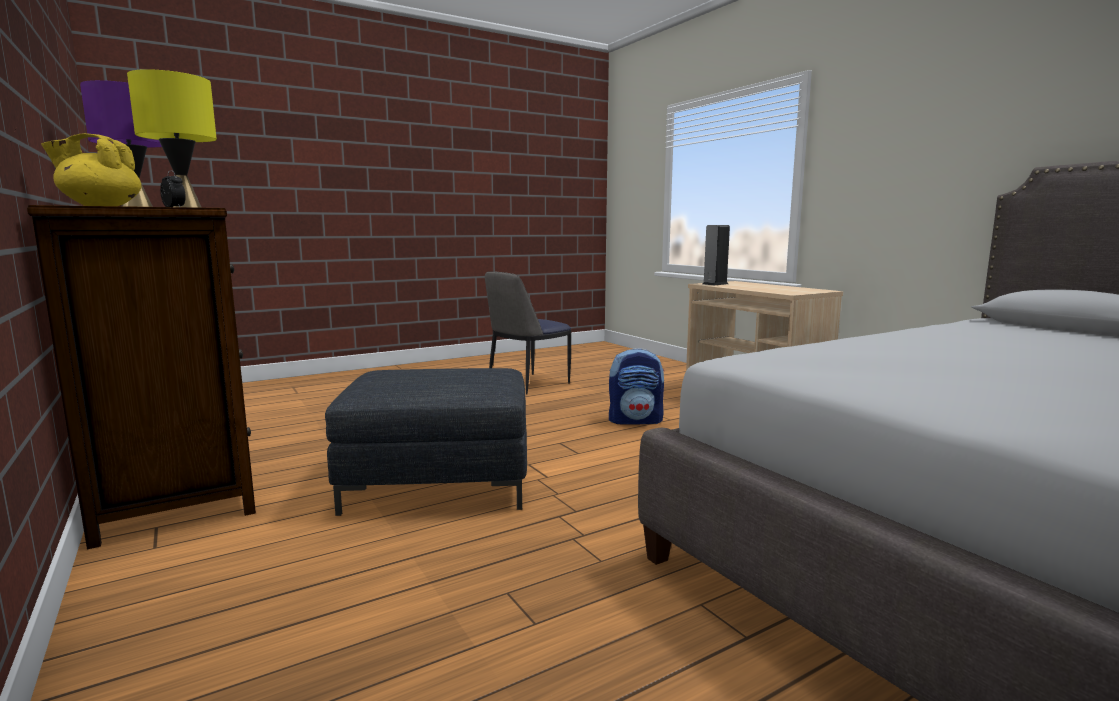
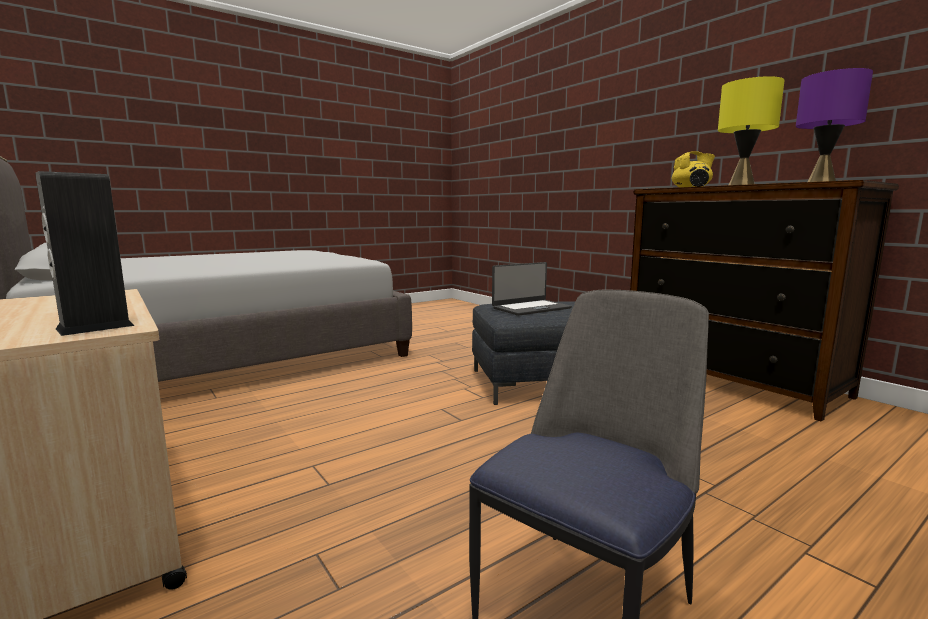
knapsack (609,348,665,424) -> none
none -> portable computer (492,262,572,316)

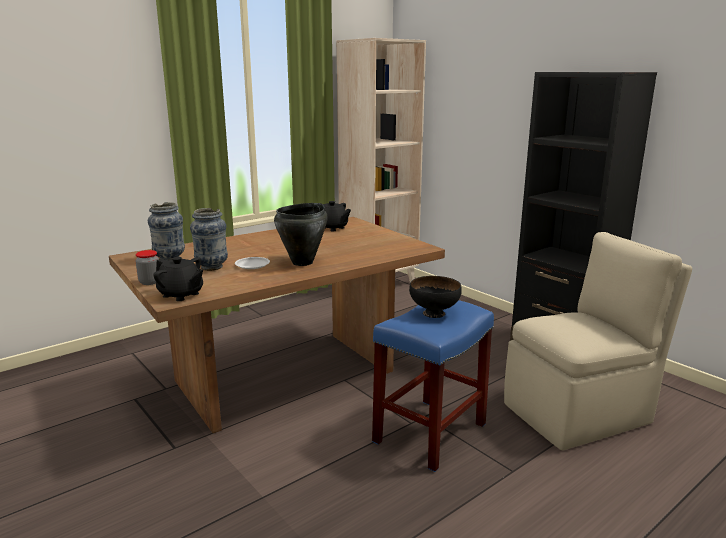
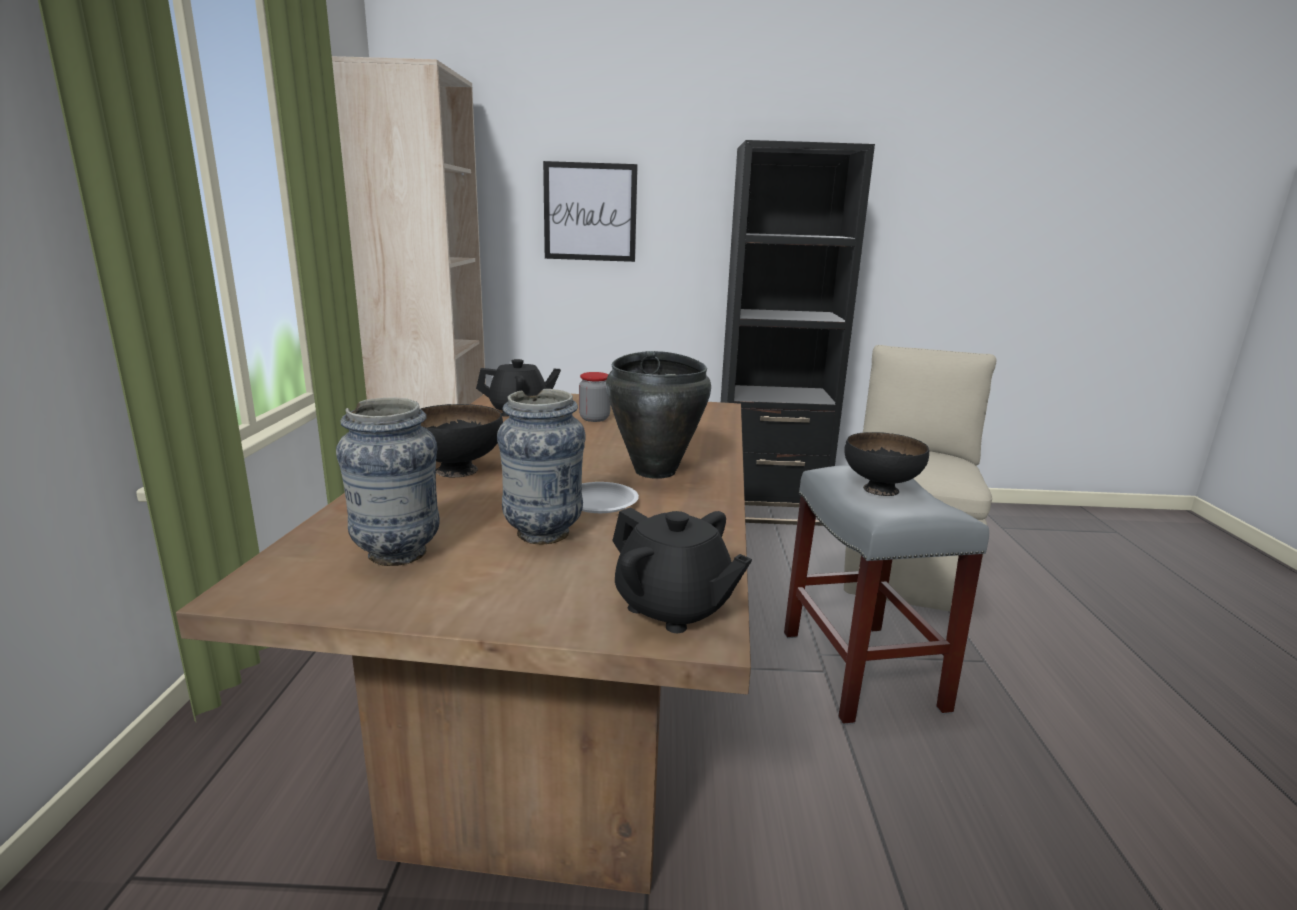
none -> deep dish/black-coloured (421,404,503,477)
none -> wall art (543,161,638,262)
storage jar (135,250,159,285) -> storage jar (579,372,610,422), relocated
stool/blue-coloured (372,300,494,472) -> stool/greyish (784,465,989,725)
pot for tea/black-coloured (153,257,203,301) -> pot for tea/black-coloured (612,507,752,633), 60 degrees clockwise

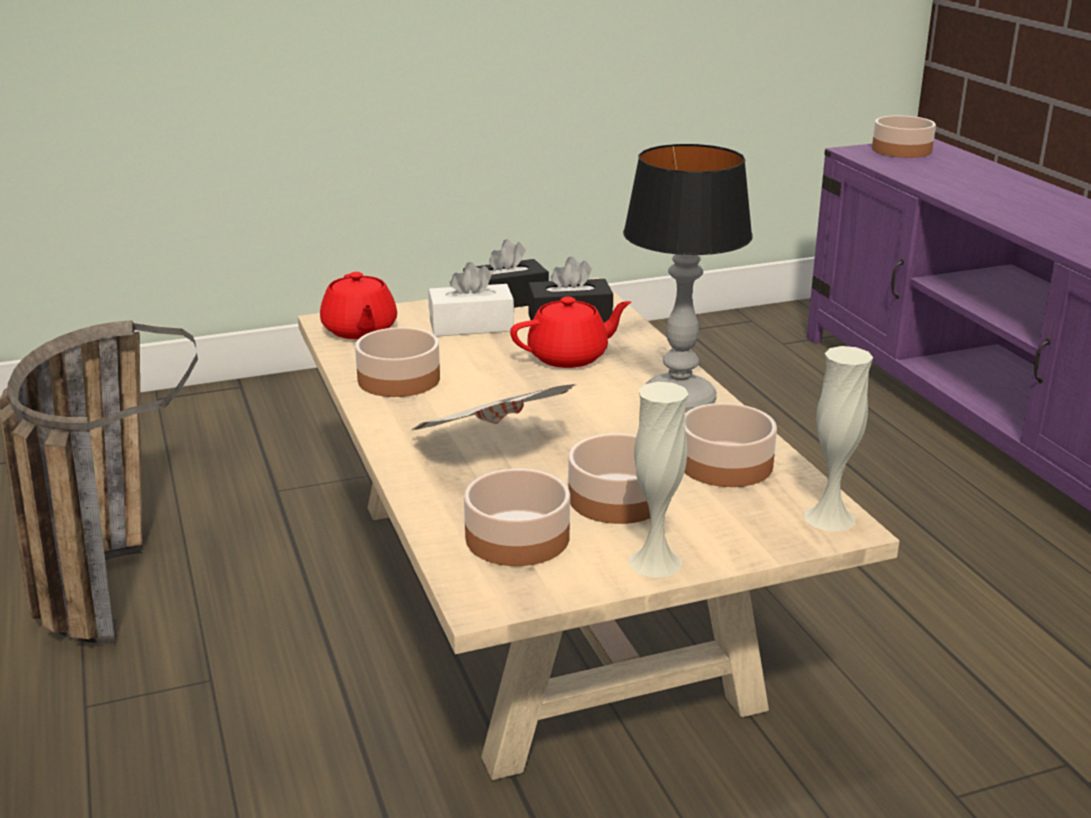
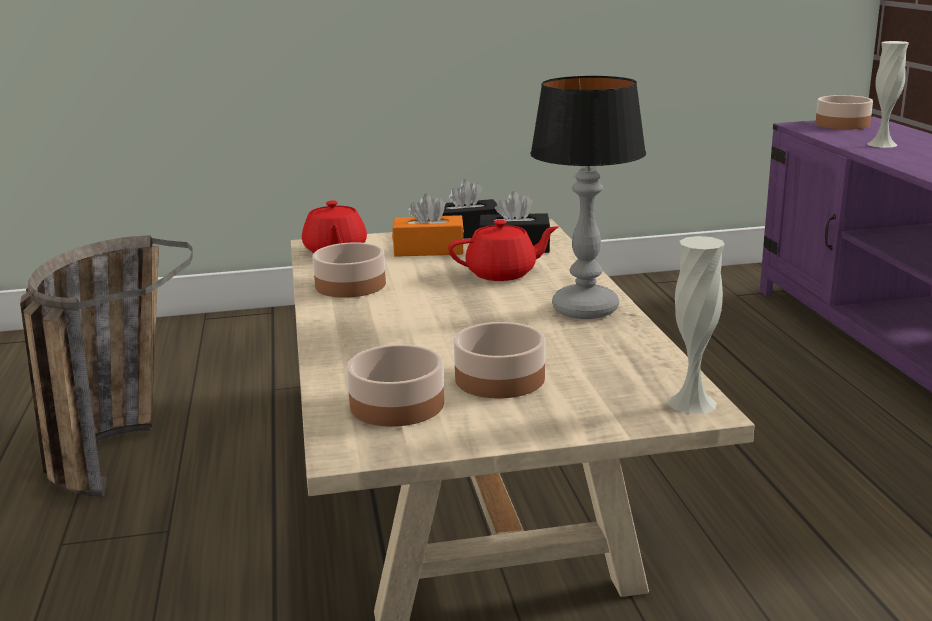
newspaper (410,384,576,431) -> none
deep dish (684,403,777,487) -> none
vase/white (629,382,689,578) -> vase/white (867,41,909,148), relocated
tissue box/white (428,262,514,337) -> tissue box/orange (392,193,464,257)

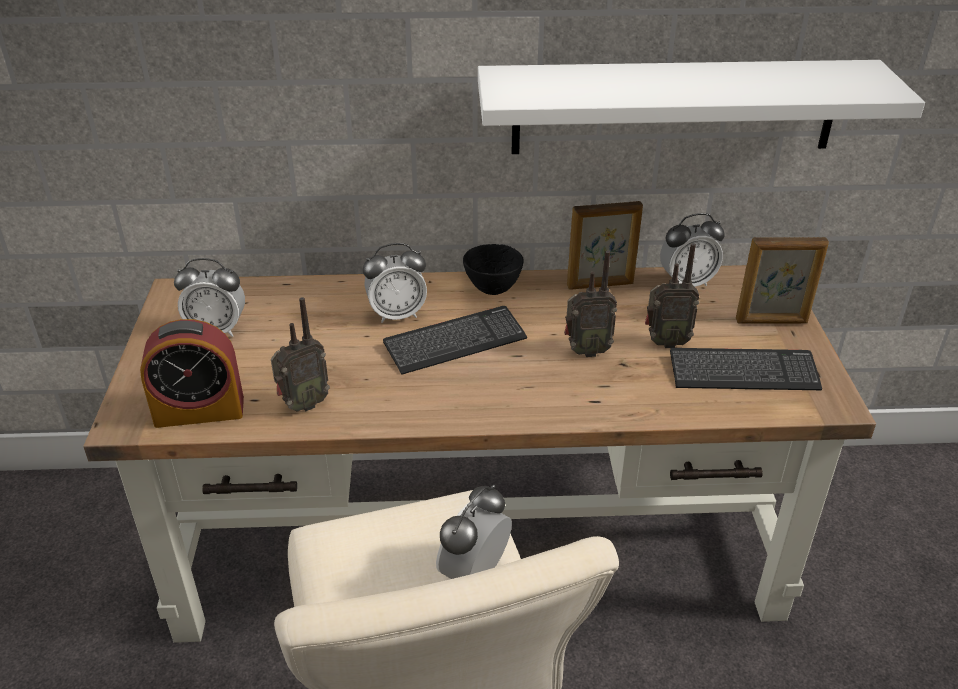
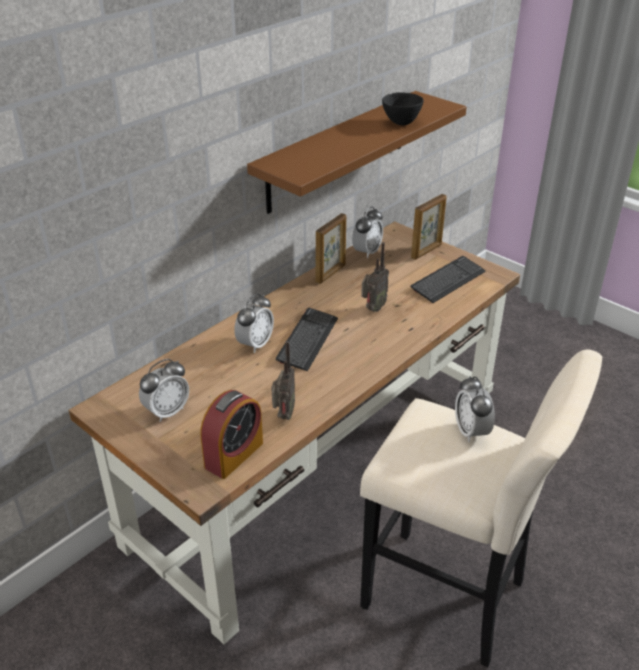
radio receiver (645,243,699,348) -> none
deep dish/black-coloured (463,244,524,295) -> deep dish/black-coloured (382,92,424,125), relocated
shelf/white (478,60,925,154) -> shelf/brown-coloured (247,91,467,214)

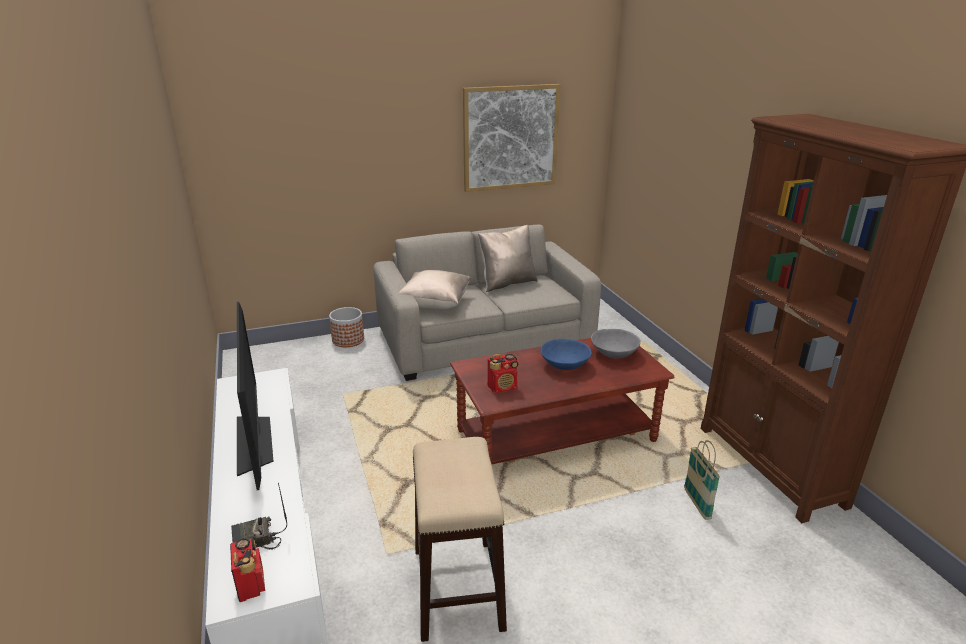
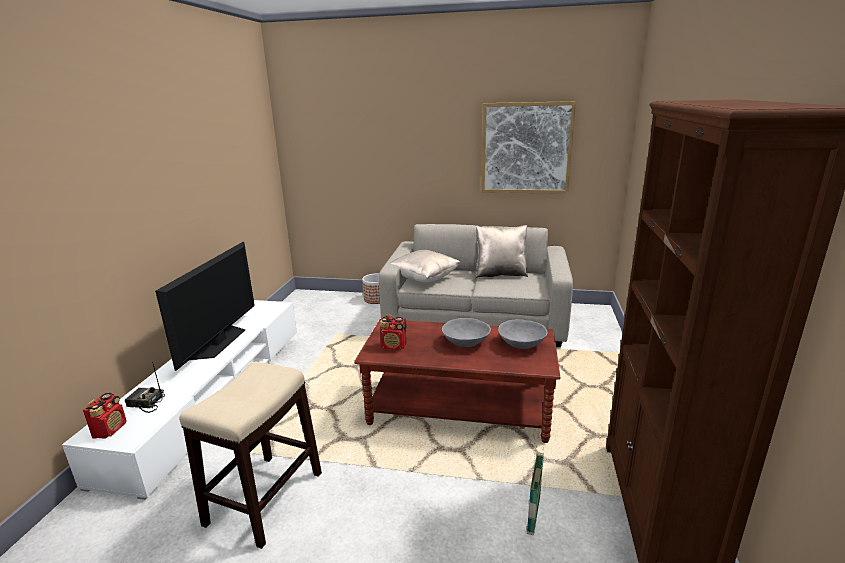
deep dish/blue-coloured (541,339,592,370) -> deep dish/greyish (442,318,491,347)

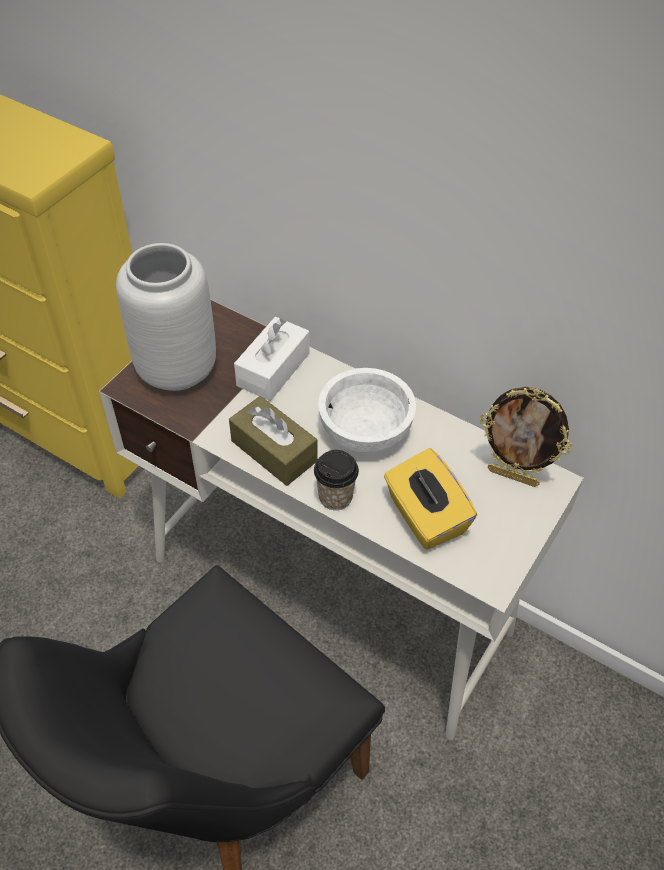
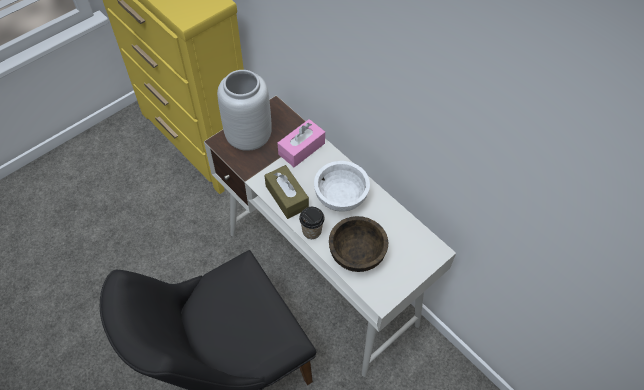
standing frame (480,387,572,487) -> none
tissue box/yellowish (384,448,477,549) -> deep dish/brown-coloured (329,216,388,272)
tissue box/white (234,317,310,401) -> tissue box/pinkish (278,119,325,167)

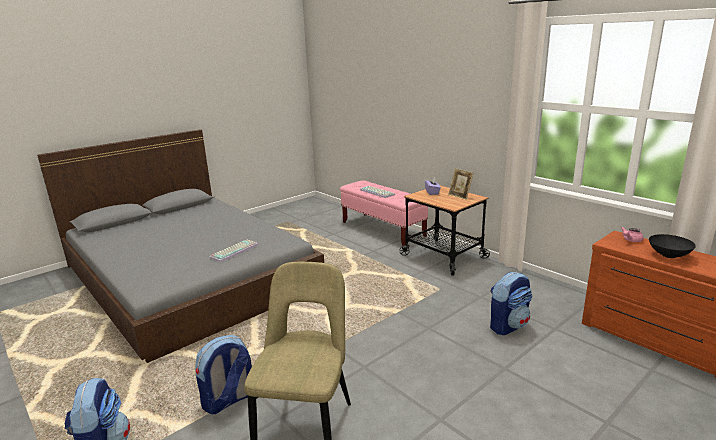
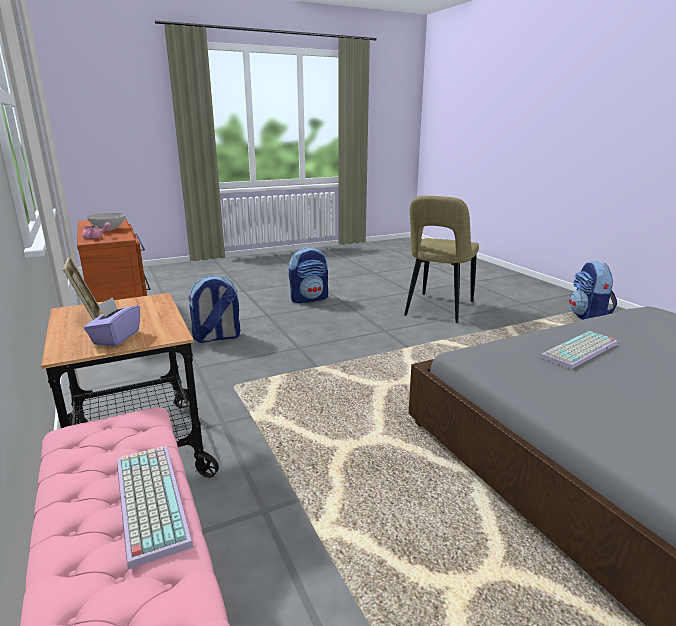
knapsack (195,335,252,415) -> knapsack (289,247,328,303), relocated
deep dish/black-coloured (649,234,696,258) -> deep dish/white (87,213,126,231)

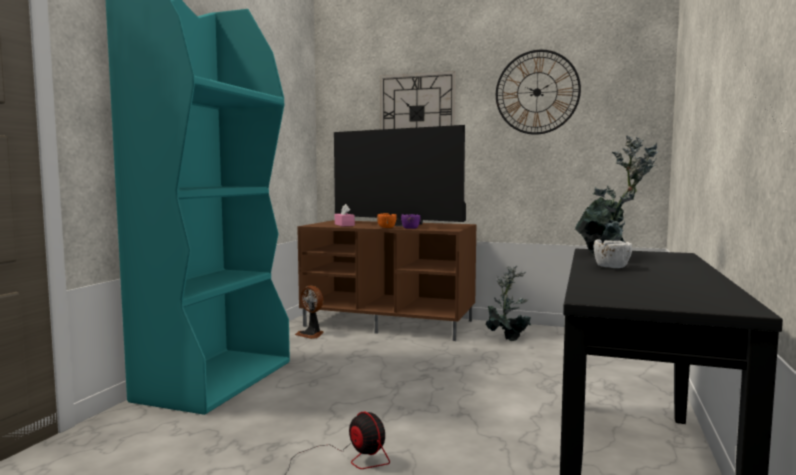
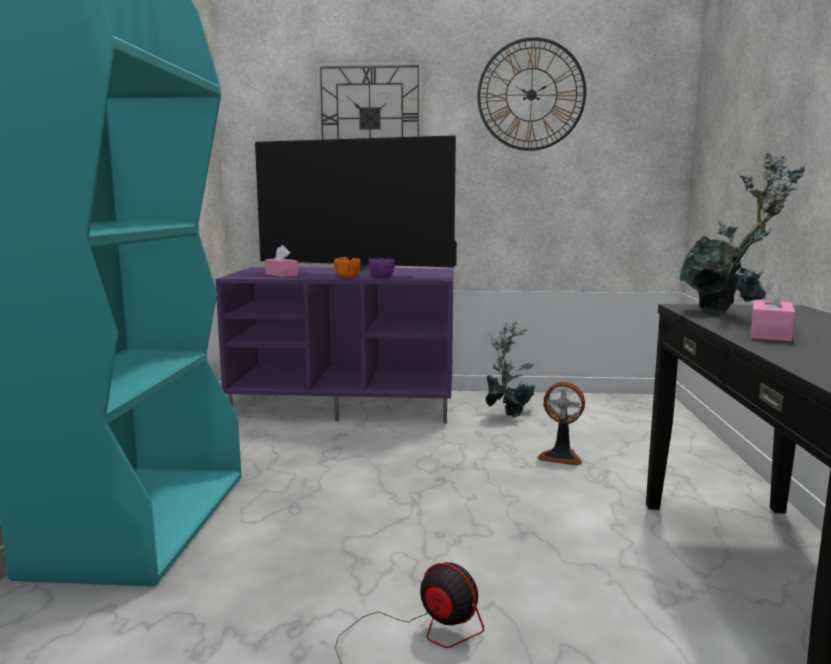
cooling fan (295,286,323,339) -> cooling fan (537,382,585,466), relocated
deep dish/white (593,240,632,268) -> tissue box/pinkish (750,277,795,342)
media console/brown-coloured (297,220,476,341) -> media console/purple (215,267,453,424)

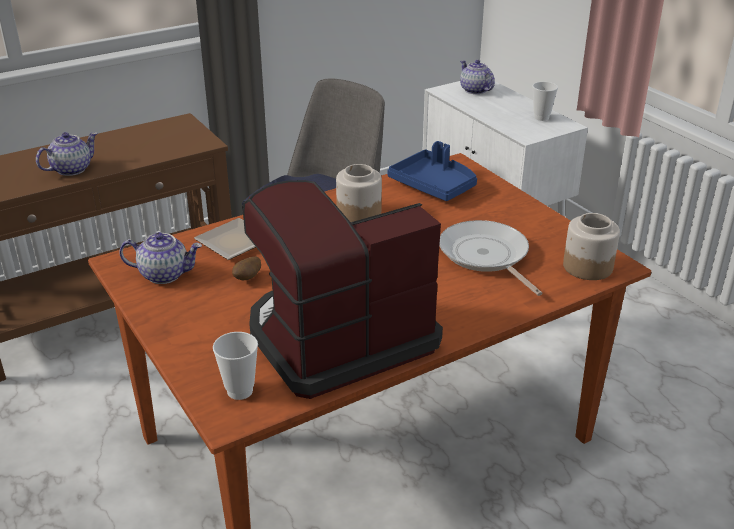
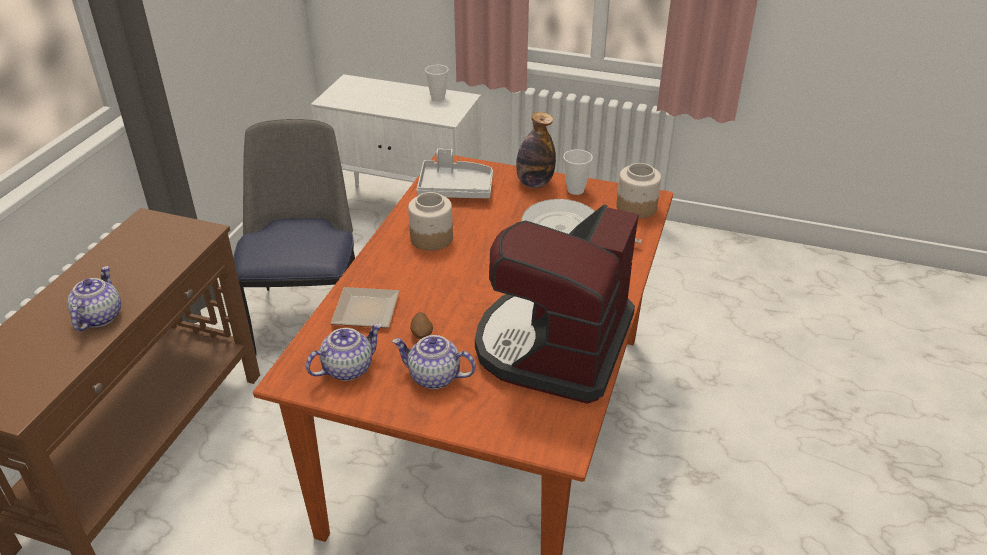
none -> beverage bottle (516,112,556,188)
small cup (213,332,258,400) -> small cup (563,149,593,195), relocated
pot for tea (460,60,495,94) -> pot for tea (392,335,476,389), relocated
carrying tray/blue-coloured (387,141,477,201) -> carrying tray/greyish (416,149,493,198)

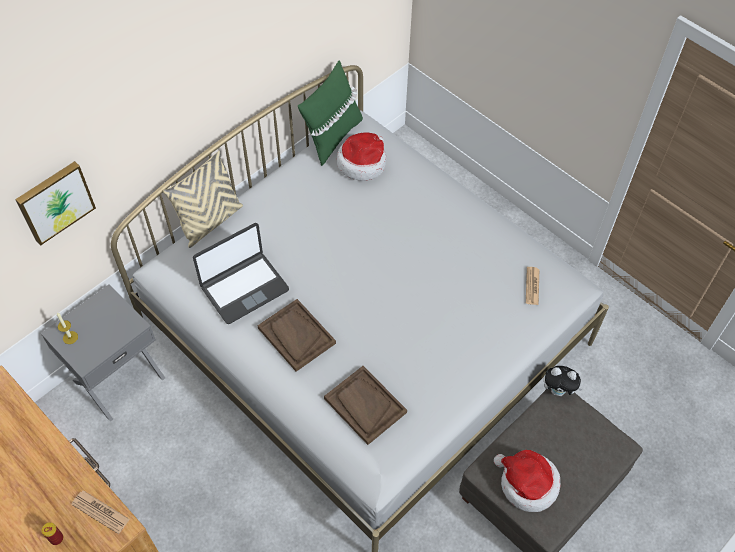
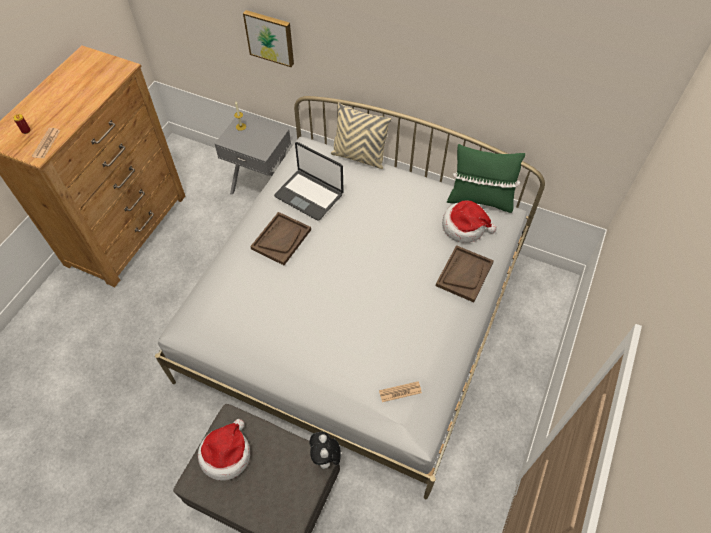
carrying tray/brown-coloured (324,366,407,445) -> carrying tray/brown-coloured (436,245,494,302), relocated

